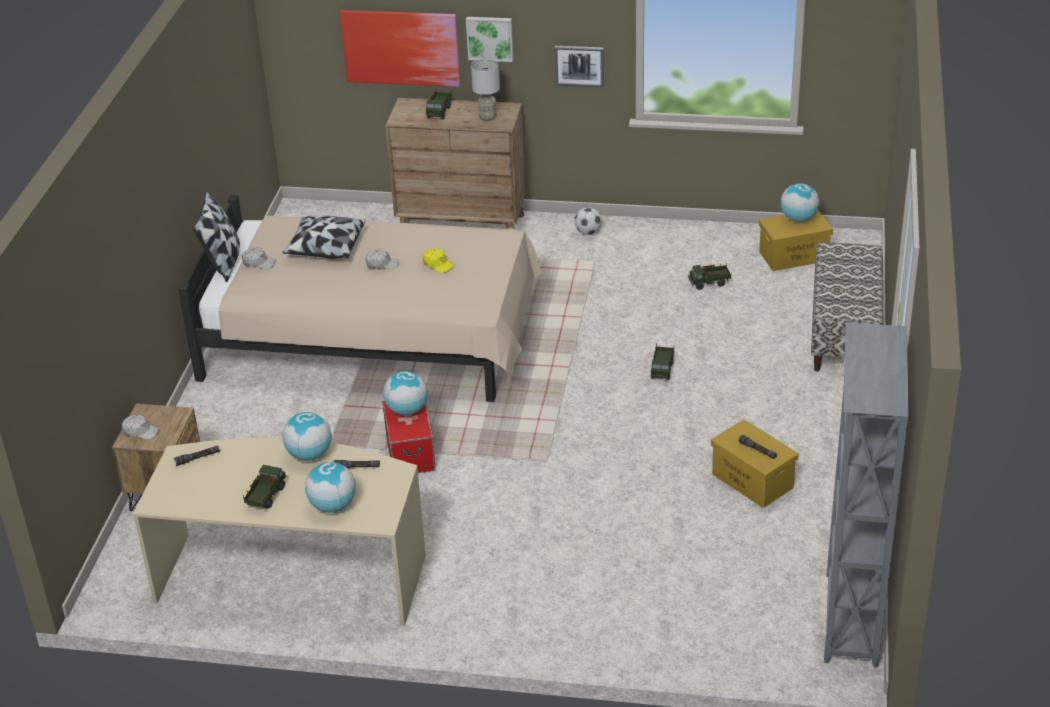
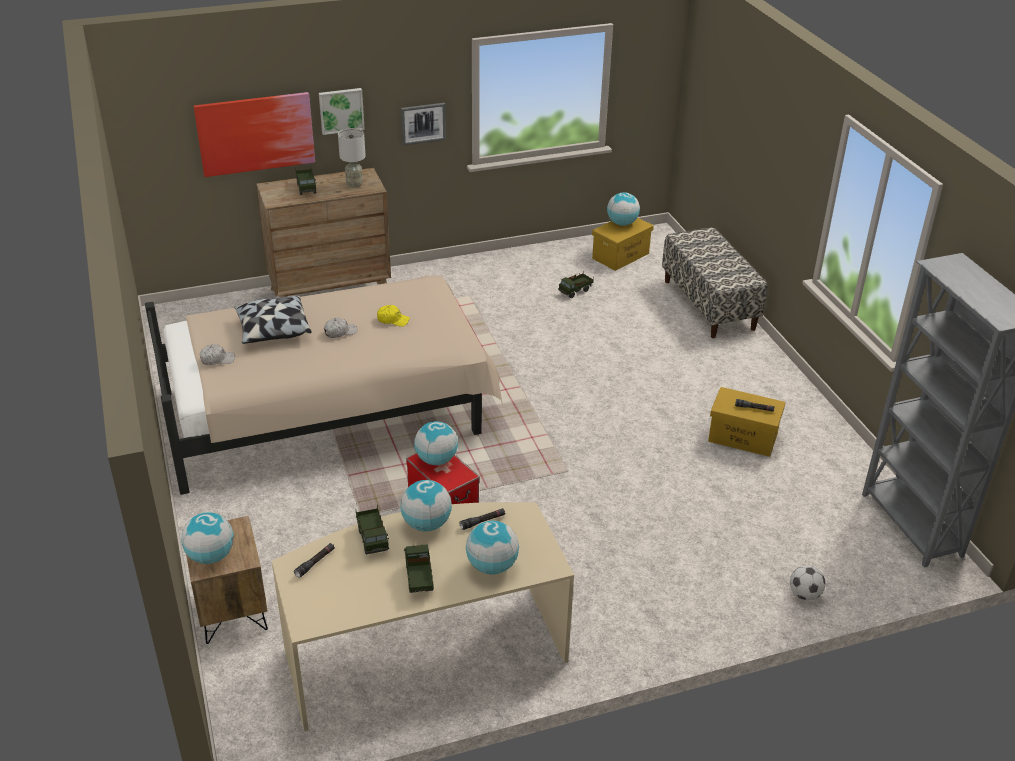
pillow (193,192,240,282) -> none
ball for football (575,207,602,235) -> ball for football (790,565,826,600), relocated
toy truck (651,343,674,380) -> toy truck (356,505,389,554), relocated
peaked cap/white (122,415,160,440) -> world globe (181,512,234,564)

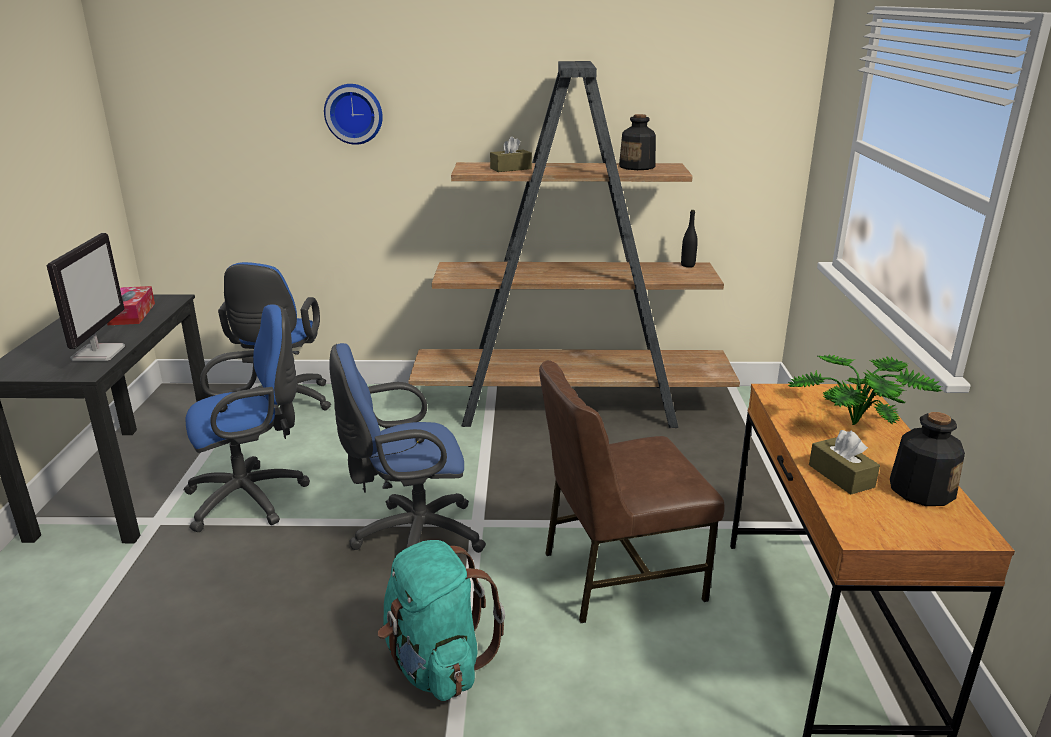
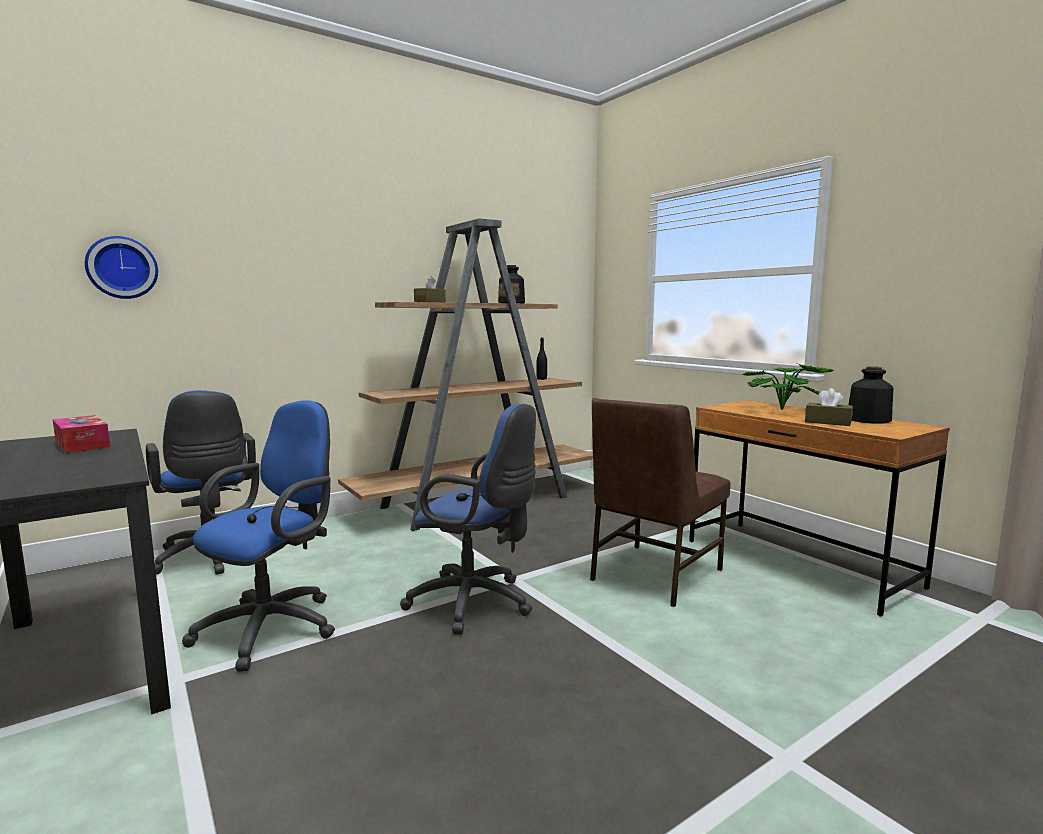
computer screen (46,233,125,361) -> none
knapsack/turquoise-coloured (378,540,505,701) -> none
wall clock (324,84,383,145) -> wall clock (85,236,158,299), relocated
desk chair/blue-coloured (329,343,486,553) -> desk chair/blue-coloured (400,403,536,635), 105 degrees counterclockwise

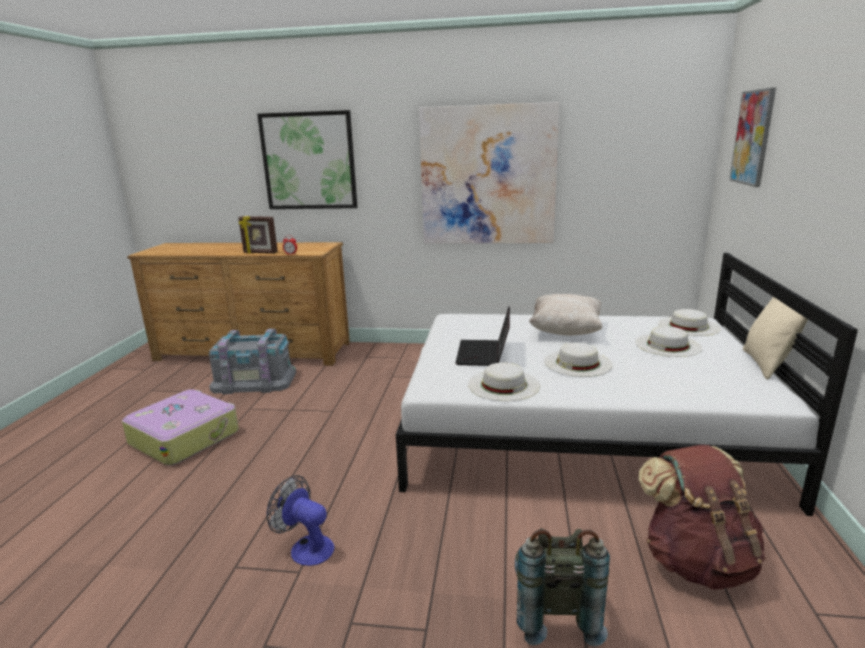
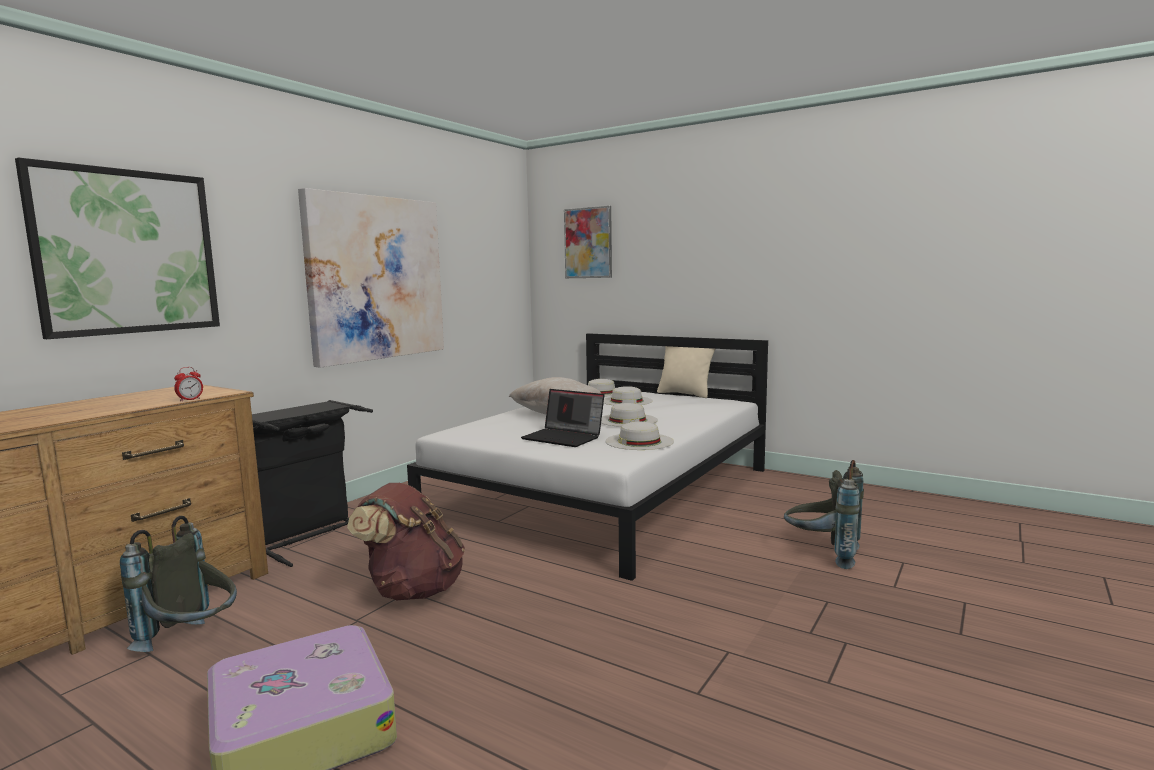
standing frame (238,216,278,254) -> none
cooling fan (267,475,334,566) -> none
none -> washing basket/black-coloured (252,400,373,567)
knapsack/brown-coloured (638,445,765,590) -> knapsack/brown-coloured (347,483,465,601), relocated
storage bin/greyish (208,329,296,394) -> knapsack/greyish (120,516,237,652)

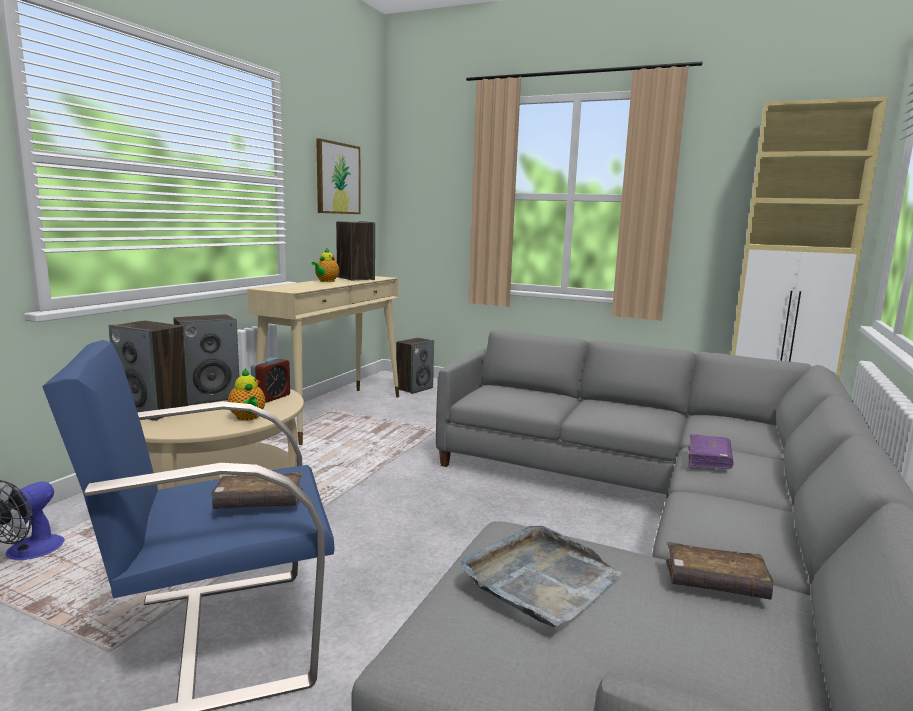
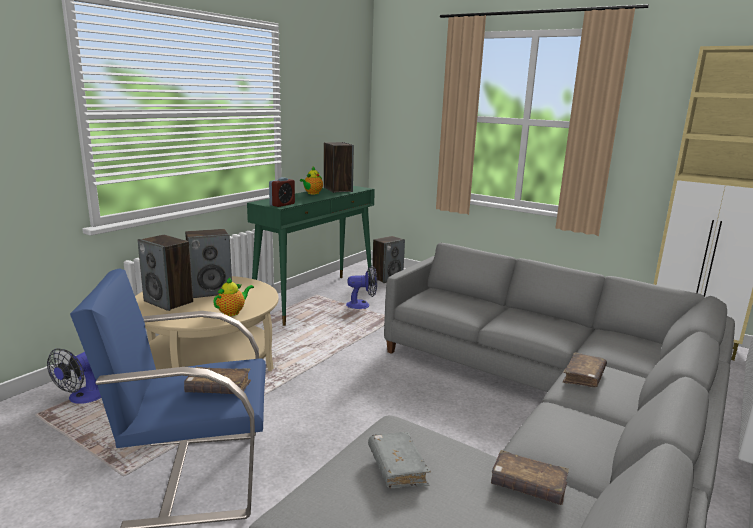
wall art (316,138,361,214) -> none
none -> cooling fan (346,266,377,309)
bedside clock (251,358,290,403) -> bedside clock (269,177,295,207), relocated
carrying tray/greyish (461,526,622,627) -> bound book/greyish (368,432,431,488)
hall table/beige (247,276,399,445) -> hall table/green-coloured (247,186,375,326)
bound book/purple (688,434,734,469) -> bound book/brown-coloured (563,352,607,387)
pot for tea (228,368,265,421) -> pot for tea (213,277,254,316), 120 degrees counterclockwise

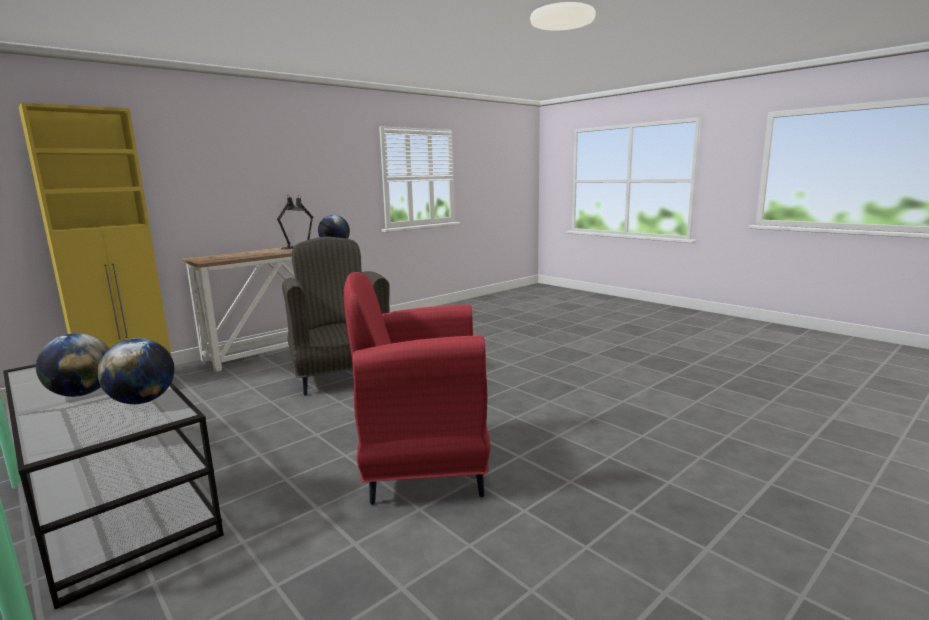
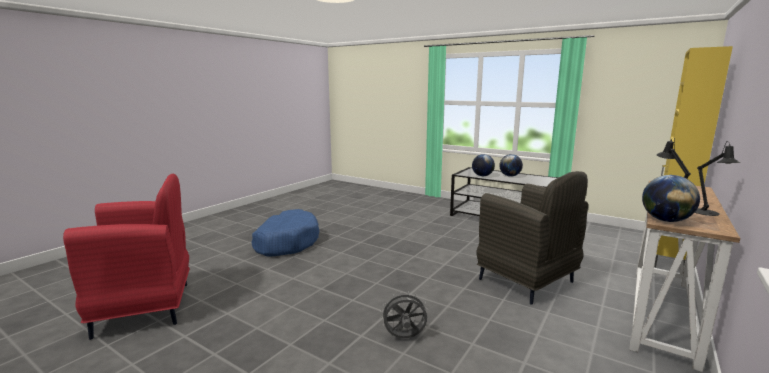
none -> dog cushion/blue-coloured (251,209,319,257)
none -> cooling fan/greyish (380,291,428,338)
easy chair/reddish (344,272,490,505) -> easy chair/reddish (63,173,190,340), relocated

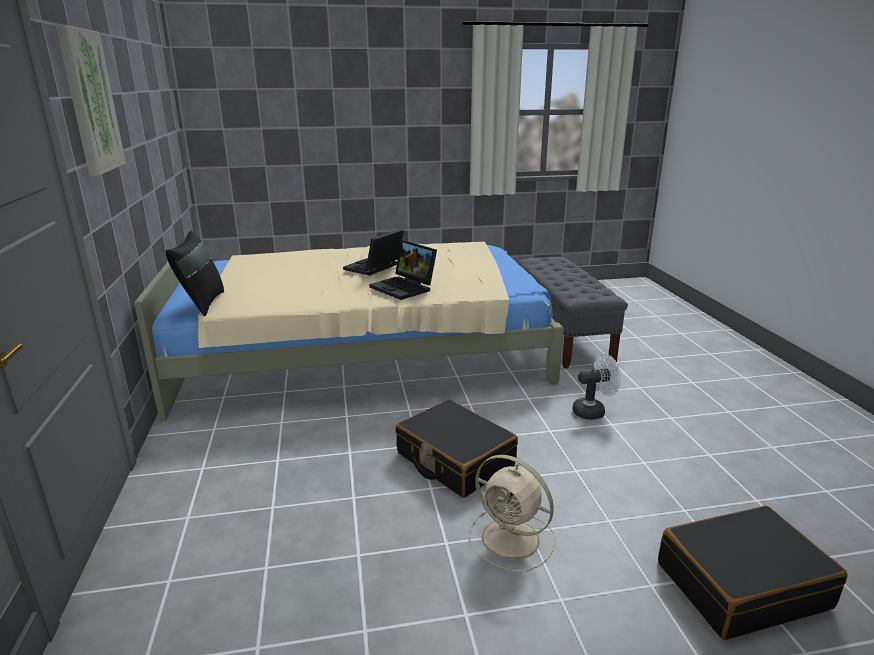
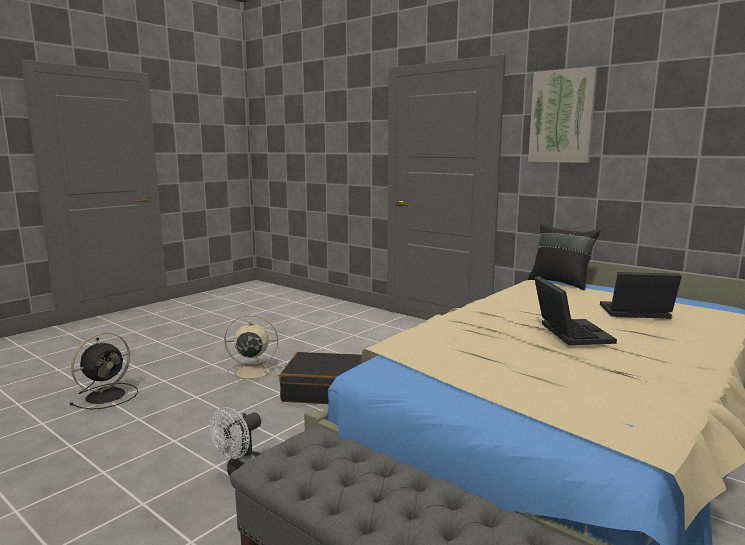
portable computer (369,240,437,300) -> portable computer (600,272,682,319), relocated
suitcase/black-coloured (658,505,848,640) -> cooling fan/black-coloured (70,333,138,409)

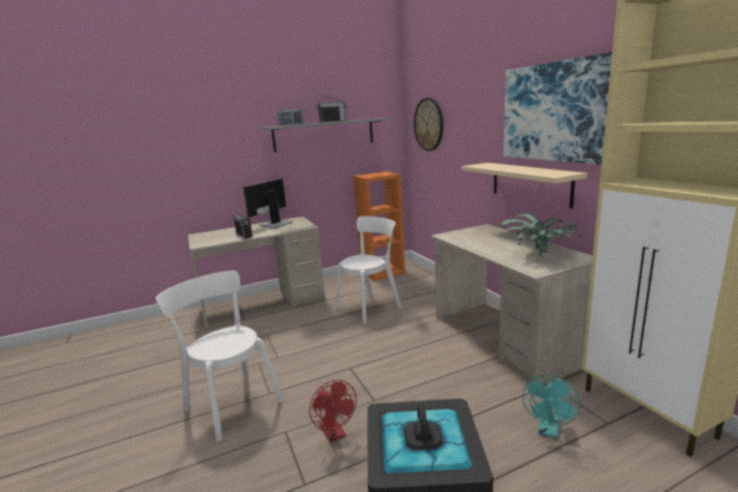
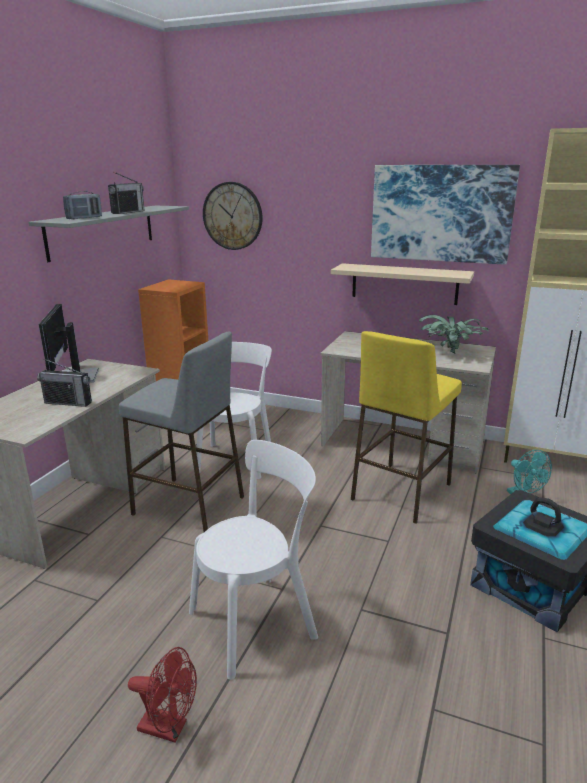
none -> stool/greyish (119,332,244,532)
none -> stool/yellowish (351,331,462,524)
cooling fan/reddish (309,380,357,443) -> cooling fan/reddish (128,647,197,743), relocated
chair/white (156,271,283,442) -> chair/white (189,440,318,680), 150 degrees clockwise

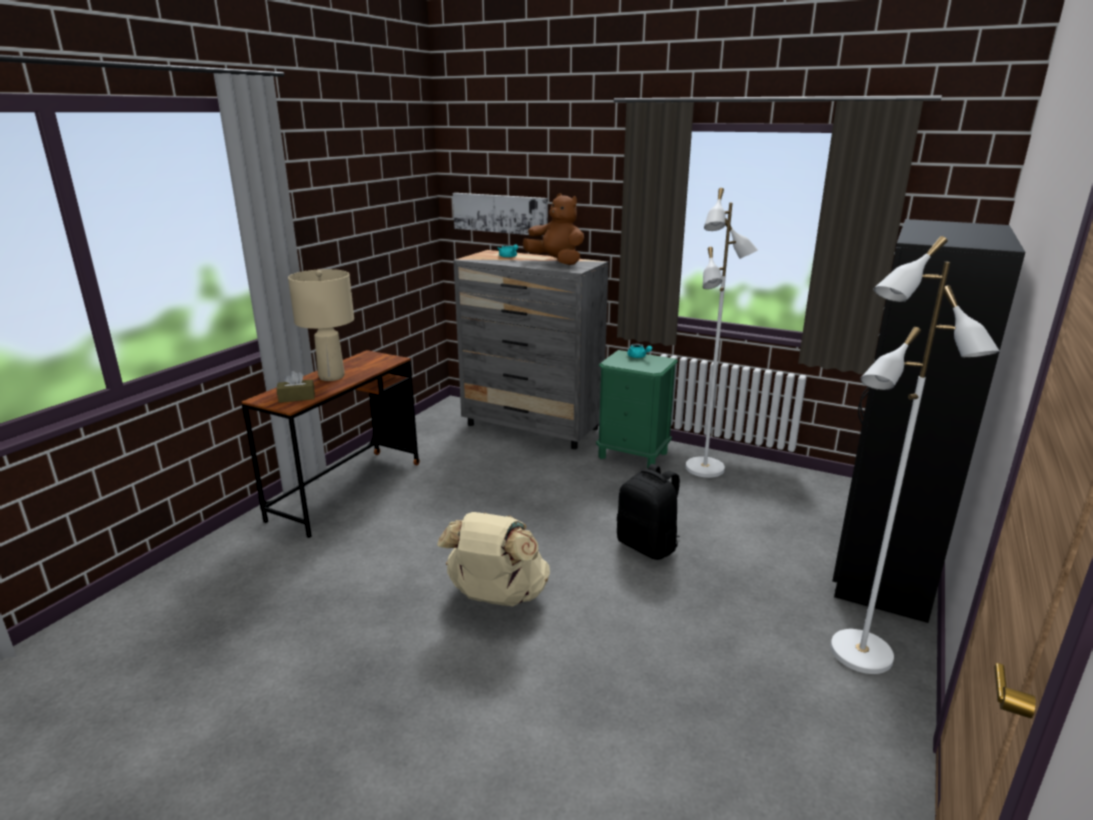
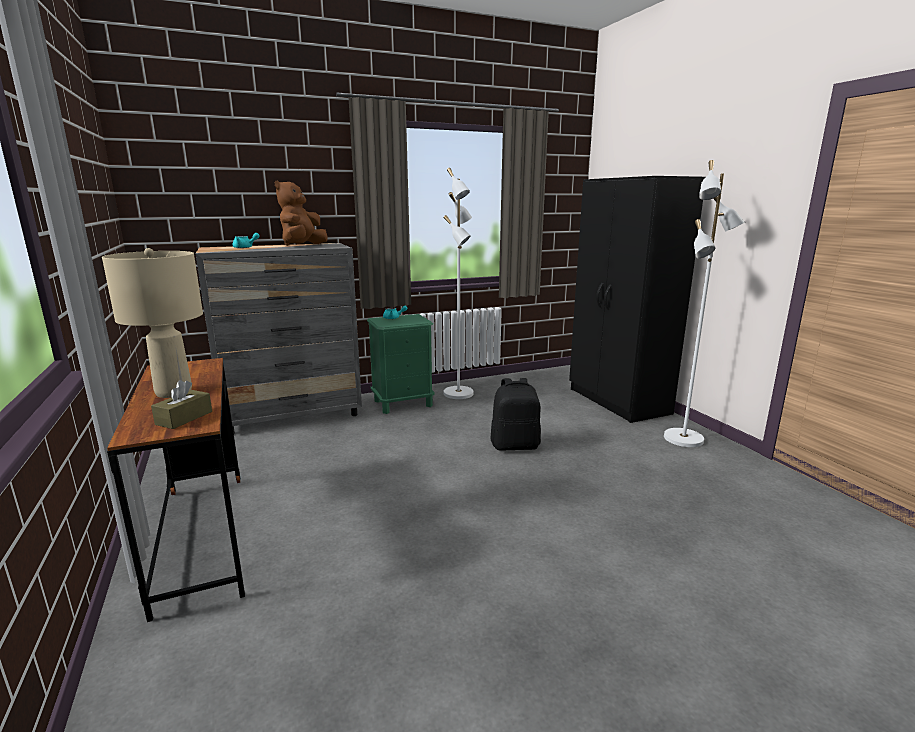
knapsack/beige (437,512,550,606) -> none
wall art (453,193,548,236) -> none
plush toy/brown-coloured (523,193,584,265) -> plush toy/brown-coloured (275,181,328,246), 60 degrees counterclockwise

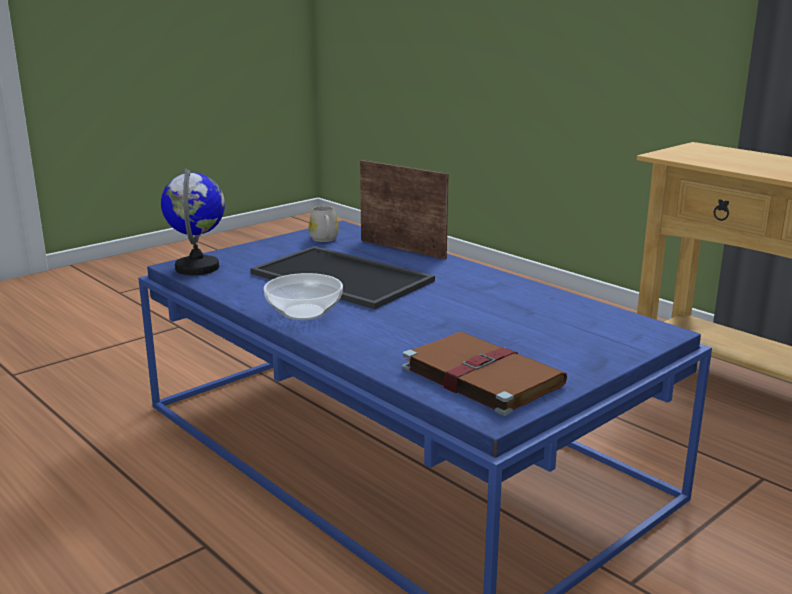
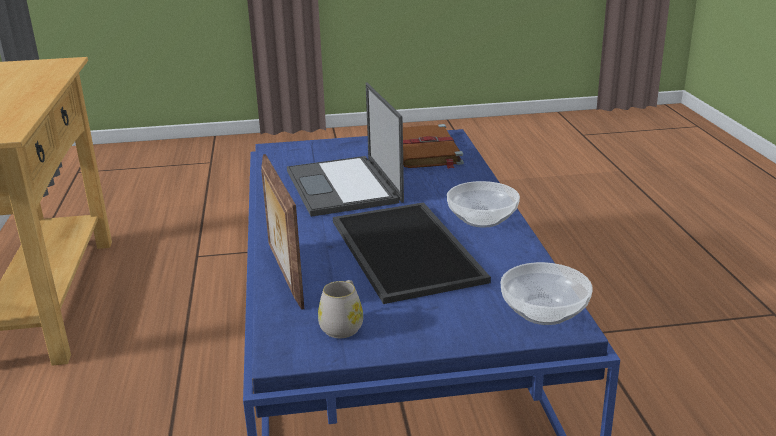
none -> portable computer (287,83,404,217)
world globe (161,168,225,275) -> deep dish (501,262,593,325)

